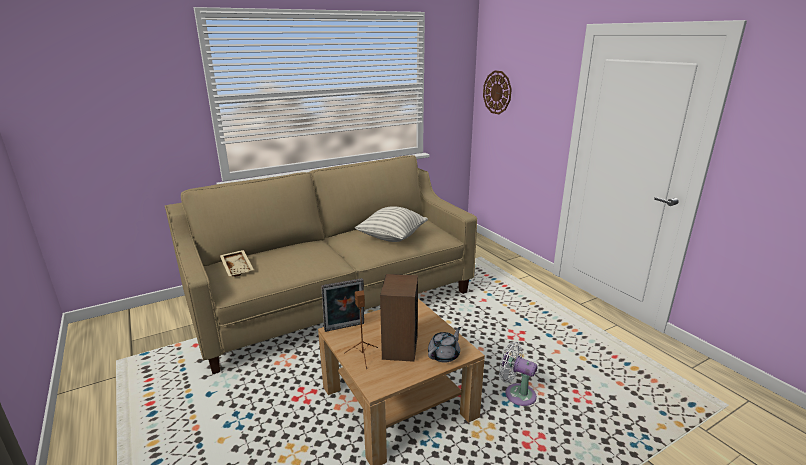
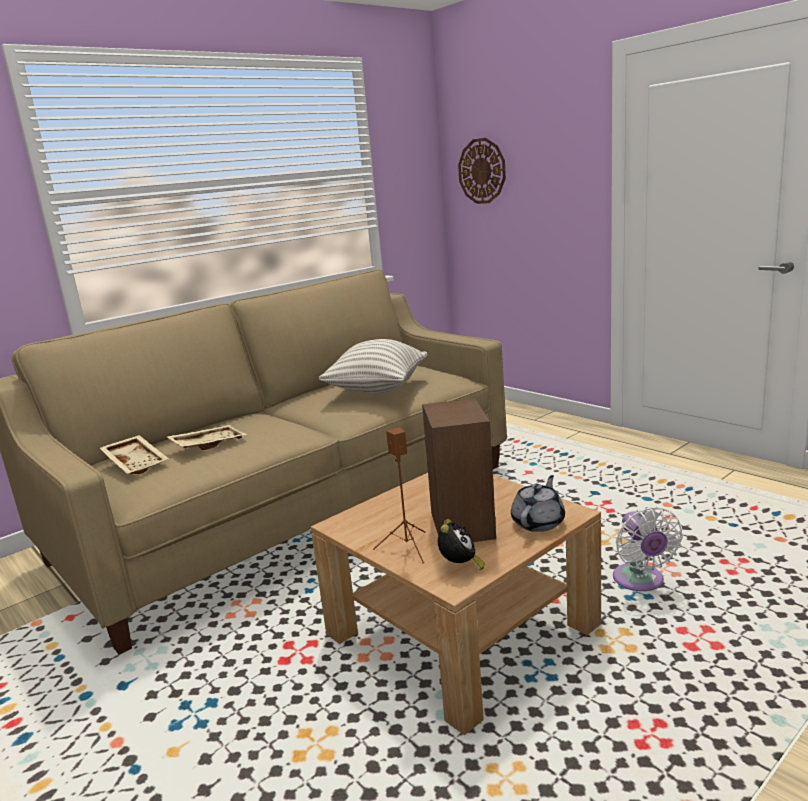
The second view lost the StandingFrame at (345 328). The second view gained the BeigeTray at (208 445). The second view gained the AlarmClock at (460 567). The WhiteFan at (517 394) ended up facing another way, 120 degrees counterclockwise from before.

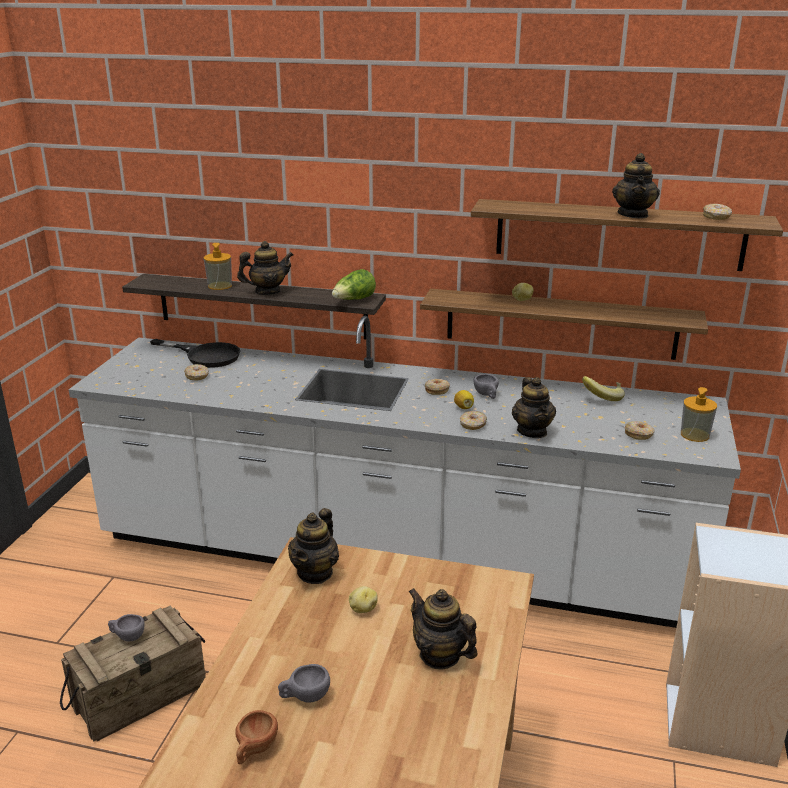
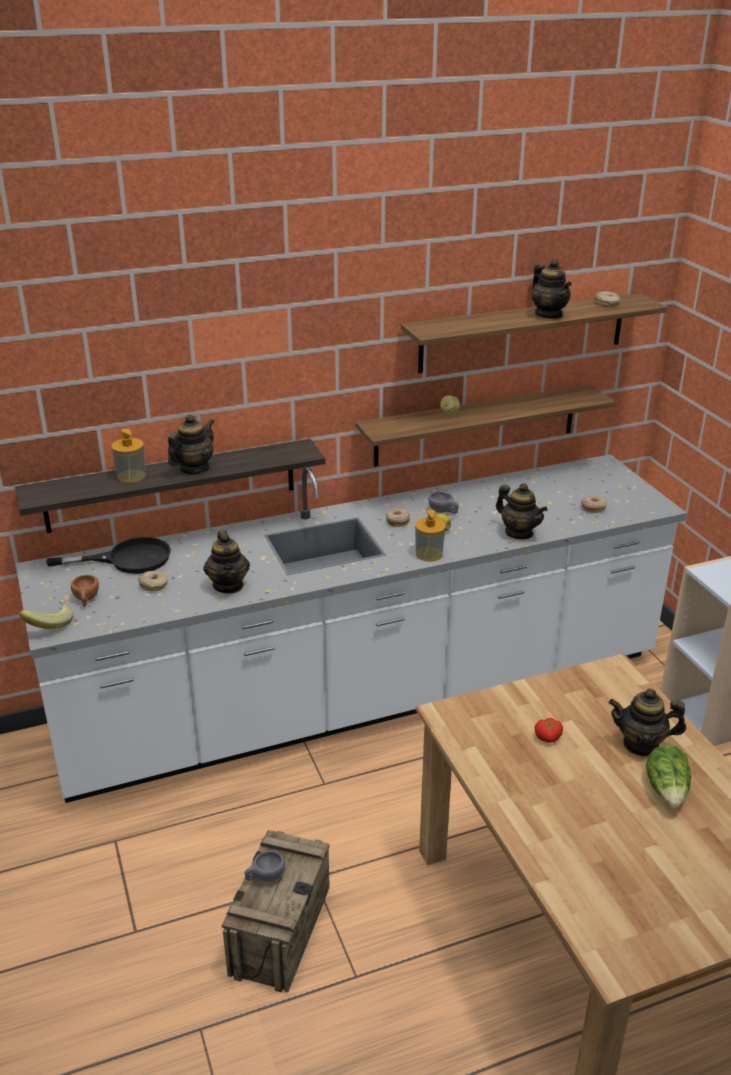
The second view lost the GrayCup at (304 697). The second view lost the RingDoughnut at (473 425). The BrownishCup ended up elsewhere, having gone from (254 750) to (86 600). The PotForTea ended up elsewhere, having gone from (315 573) to (228 585). The Lettuce ended up elsewhere, having gone from (354 300) to (667 790). The BananaFruit ended up elsewhere, having gone from (602 397) to (49 624). The SoapDispenser ended up elsewhere, having gone from (694 435) to (429 554). Where the WholePotato stood at (362 609), the Tomato came to stand at (548 737).

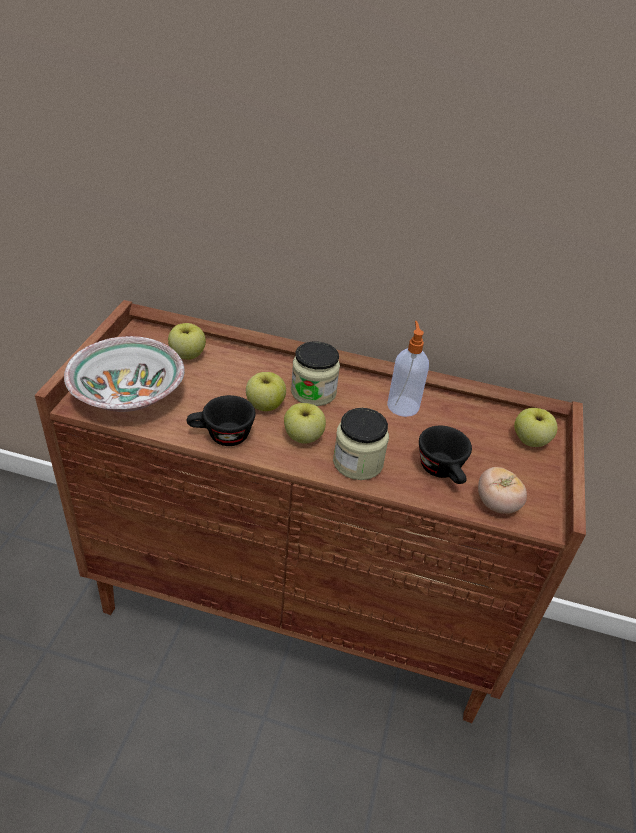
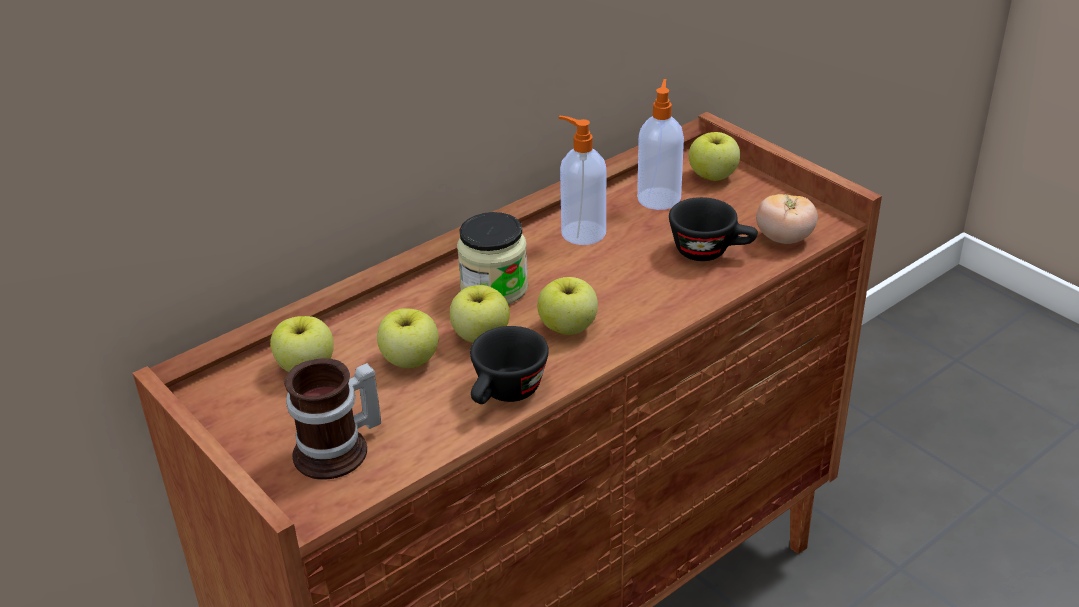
The second view lost the StorageJar at (358 462). The second view gained the WholeApple at (410 360). The second view gained the SoapDispenser at (659 198). Where the DeepDish stood at (129 395), the TeaMug came to stand at (339 452).

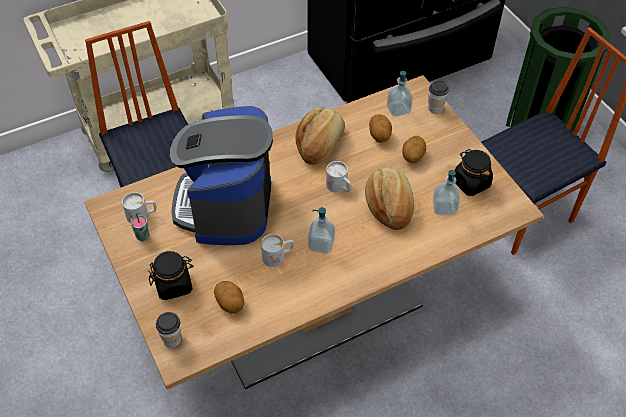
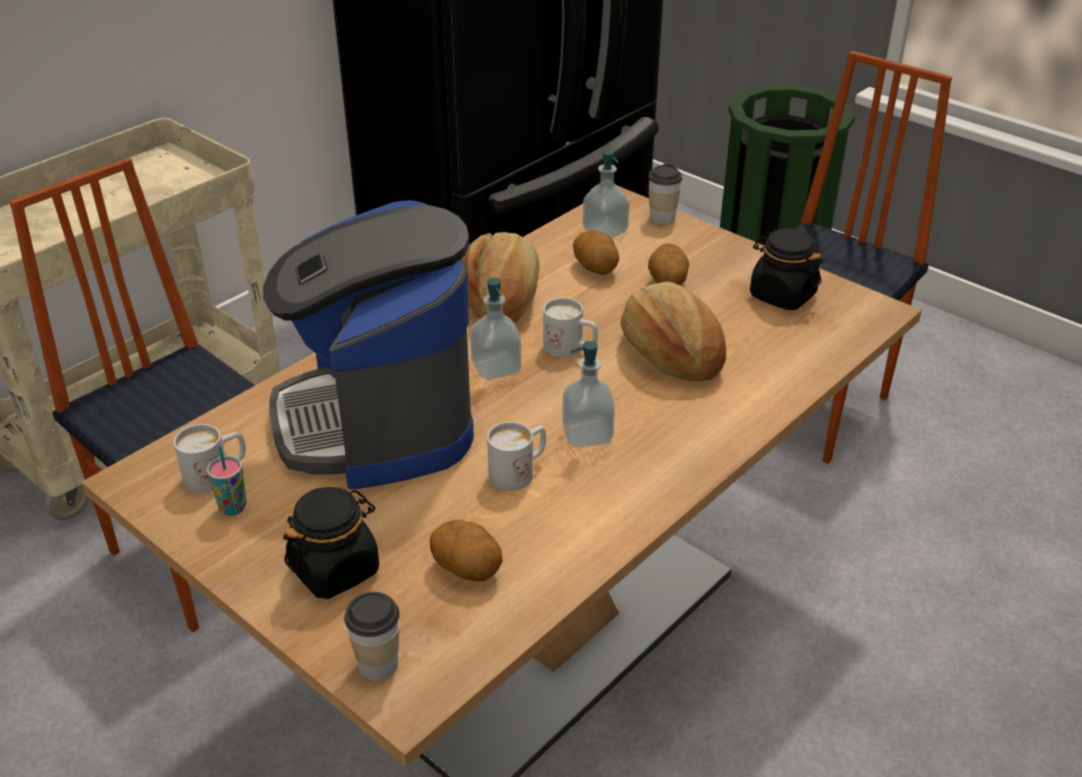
The SoapDispenser ended up elsewhere, having gone from (444 207) to (496 368).

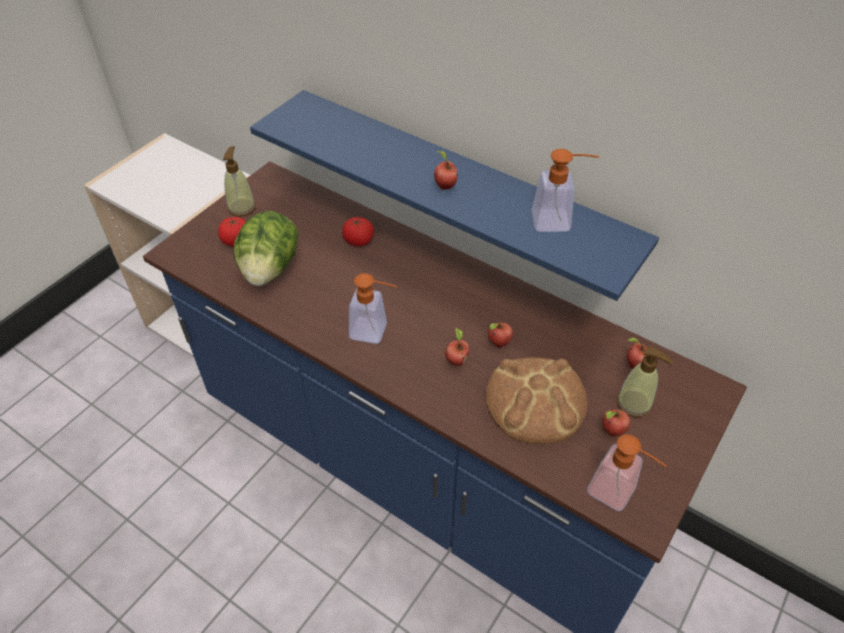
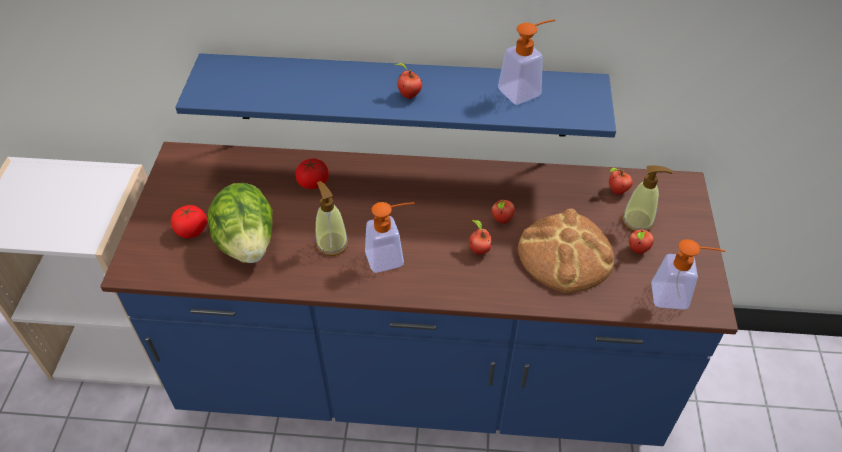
The SoapDispenser ended up elsewhere, having gone from (241 207) to (332 243).

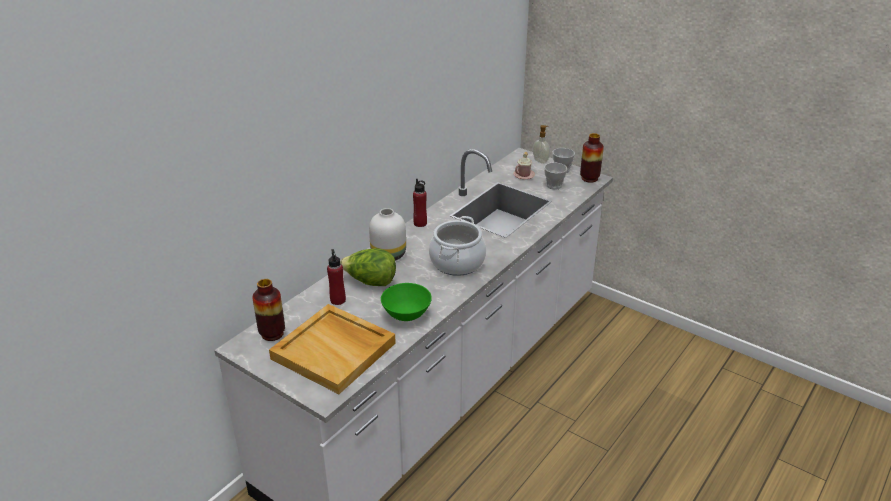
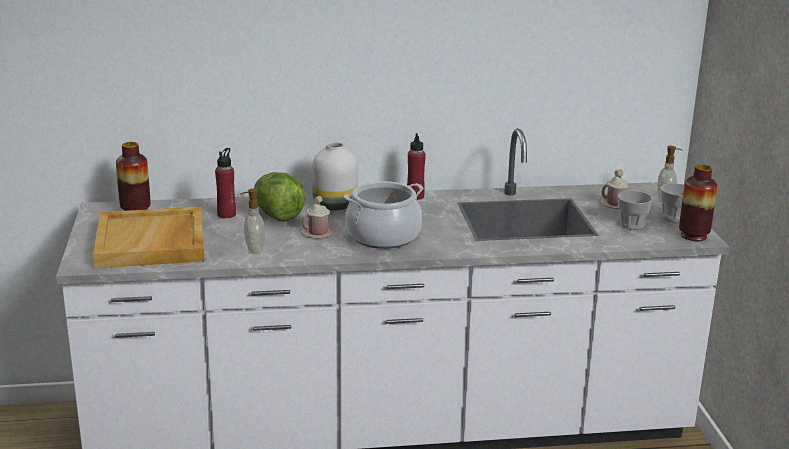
The second view gained the PinkishTeaMug at (318 233). Where the GreenColouredDeepDish stood at (407 316), the SoapDispenser came to stand at (254 250).

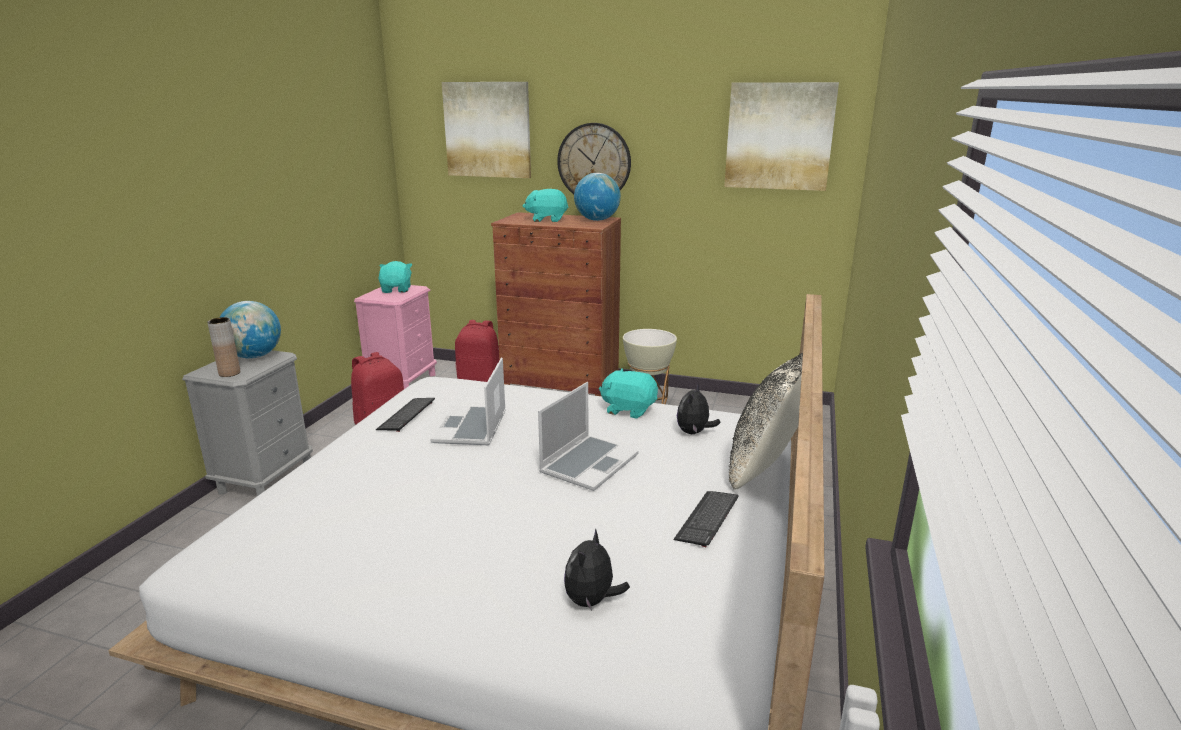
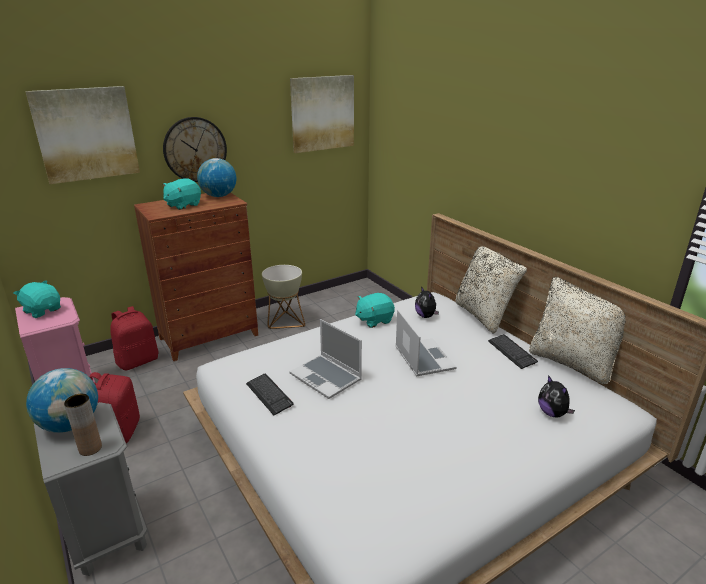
The second view gained the BeigePillow at (571 365).

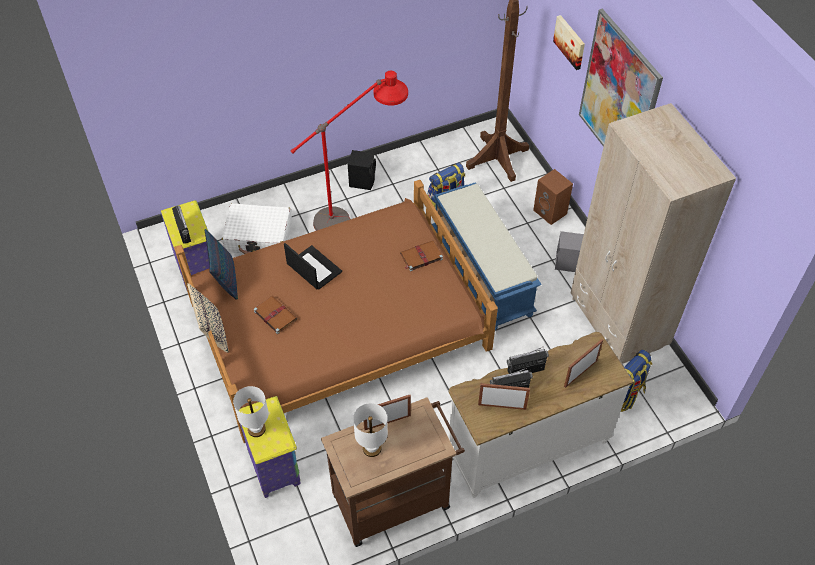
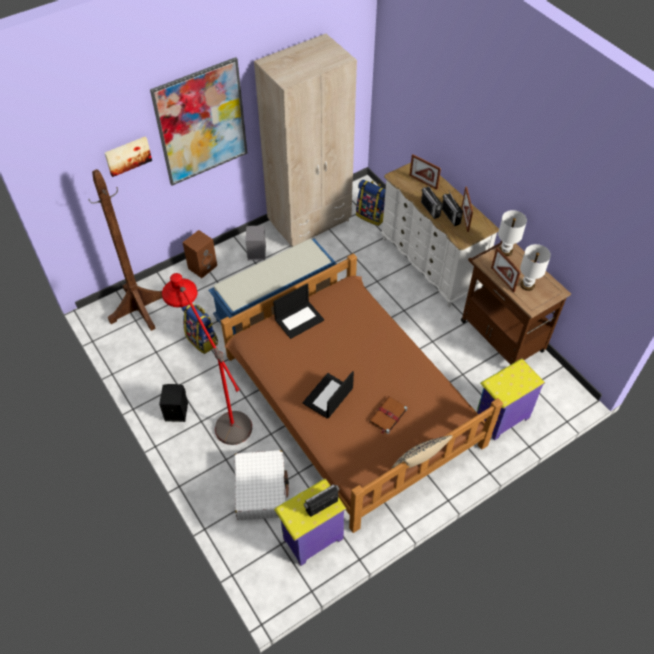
The second view lost the BlueColouredPillow at (225 279). The WhiteLampForATable ended up elsewhere, having gone from (256 429) to (506 251). Where the BrownishBoundBook stood at (420 257), the Laptop came to stand at (299 319).

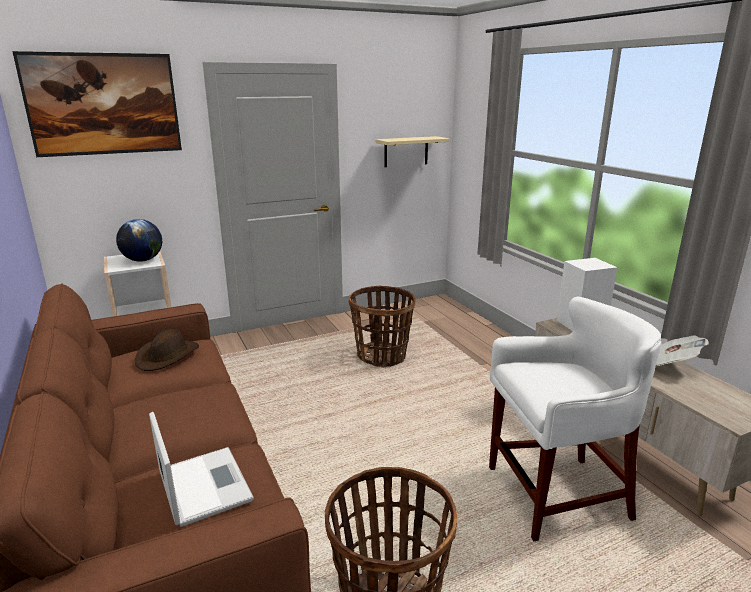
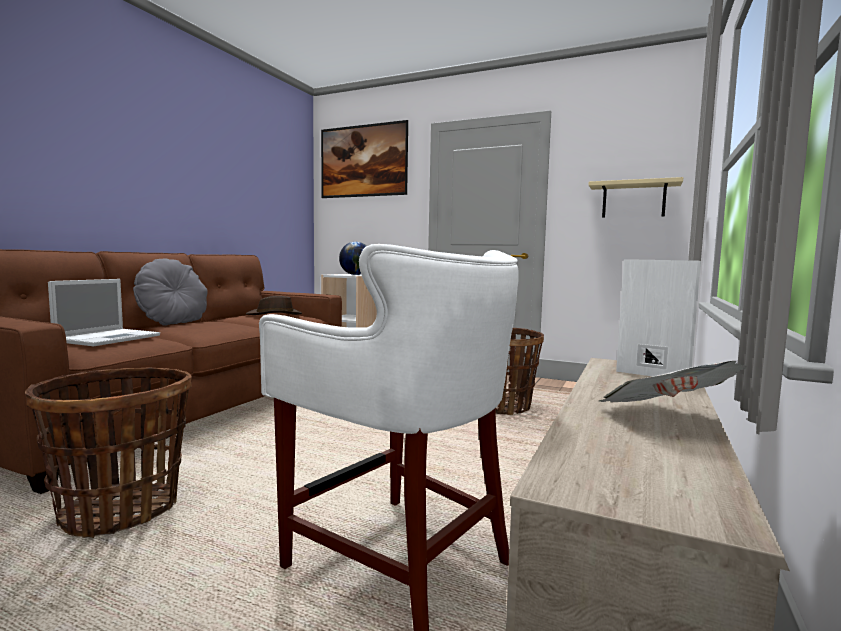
The second view gained the GrayPillow at (173 323).

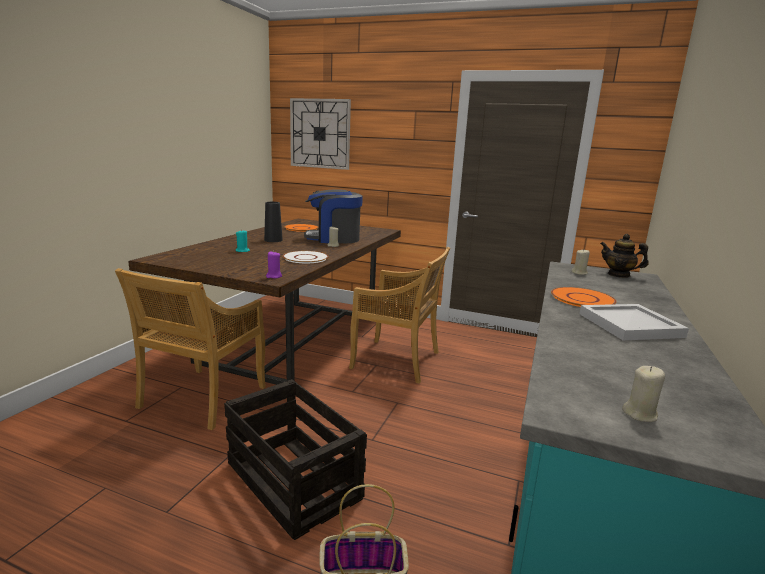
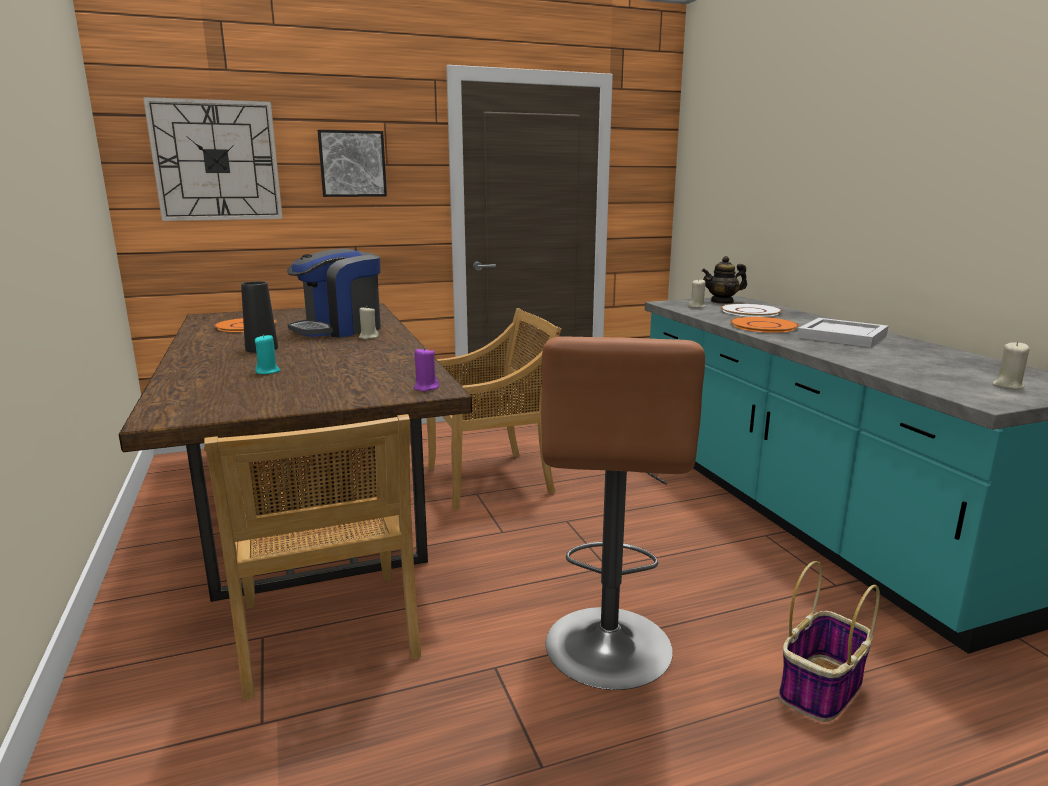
The second view gained the Picture at (352 164). The WhitePlate ended up elsewhere, having gone from (306 258) to (751 311). Where the PackingCrate stood at (292 480), the BrownishStoolSeat came to stand at (607 647).

